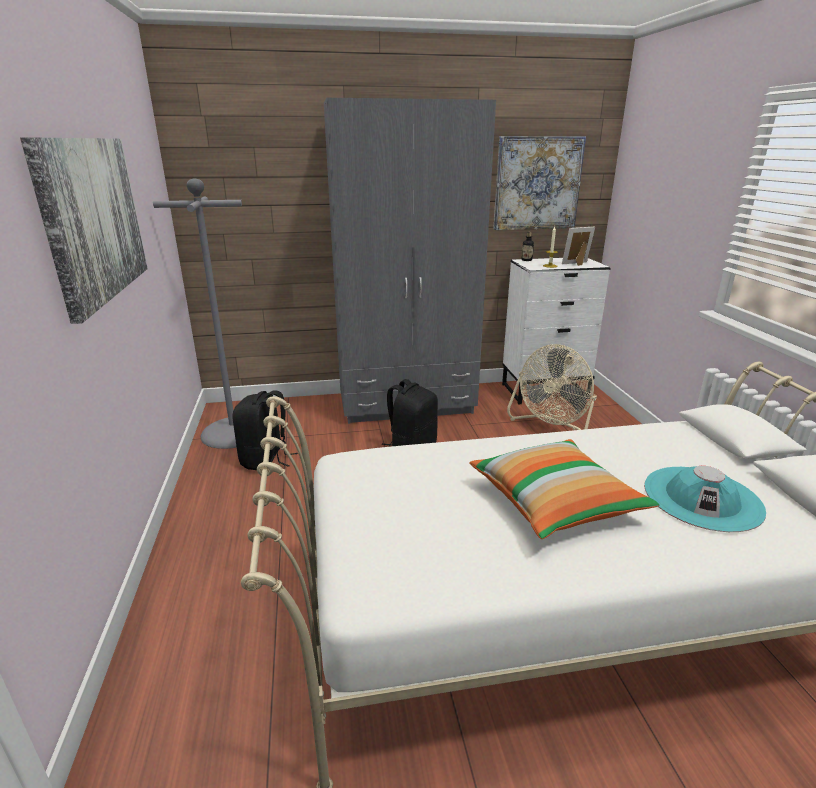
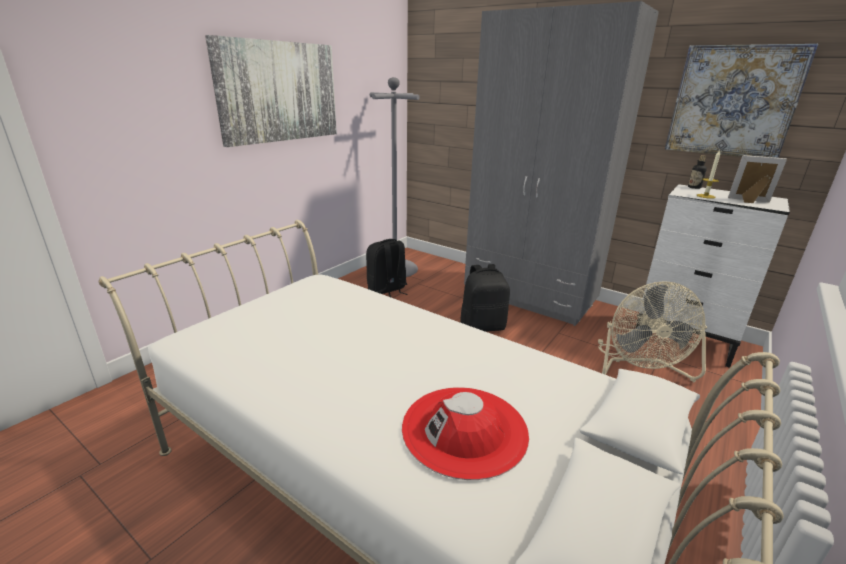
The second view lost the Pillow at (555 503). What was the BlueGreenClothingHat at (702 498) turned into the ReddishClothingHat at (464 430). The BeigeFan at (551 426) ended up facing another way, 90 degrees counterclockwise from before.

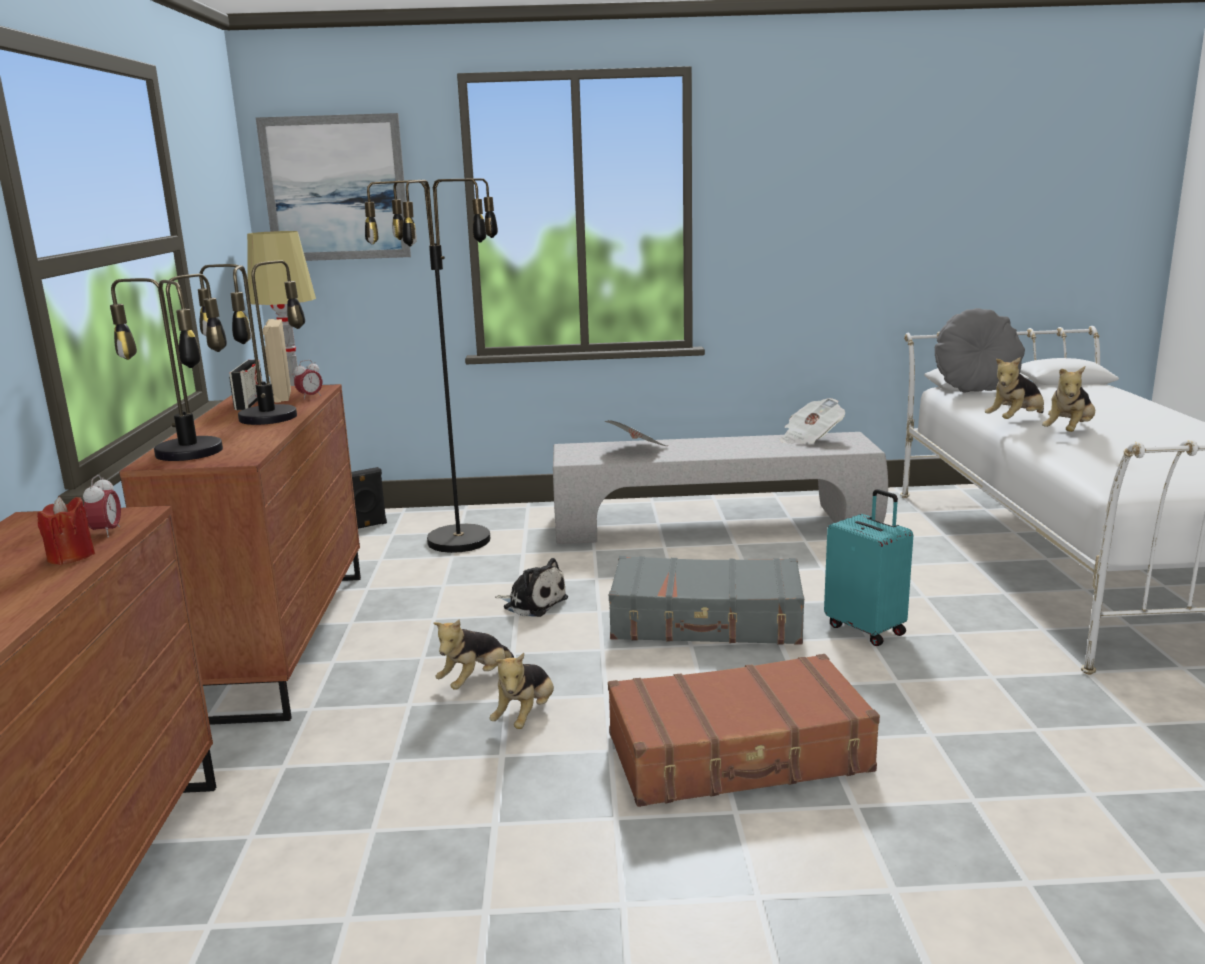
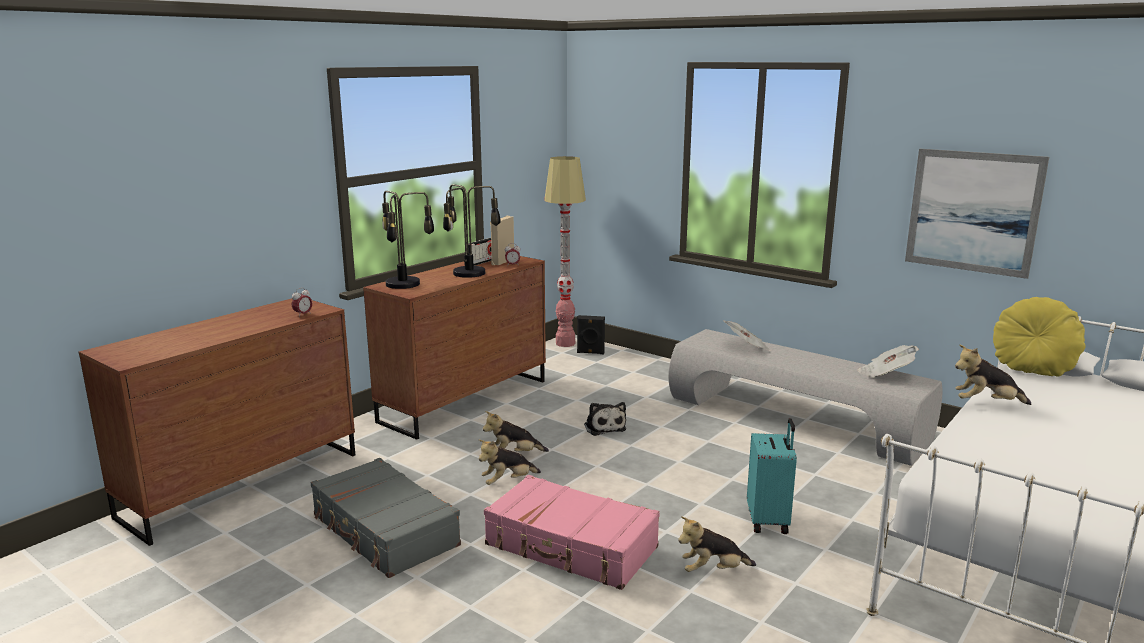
The second view lost the ReddishWaxCandle at (71 557). The second view lost the StandingLamp at (458 541). The Picture ended up elsewhere, having gone from (335 188) to (973 212). The GrayTravelCase ended up elsewhere, having gone from (706 621) to (384 531). The CuddlyToy ended up elsewhere, having gone from (1068 432) to (713 570). What was the BrownishTravelCase at (739 754) turned into the PinkishTravelCase at (571 547). What was the GrayPillow at (975 390) turned into the YellowishPillow at (1032 371).

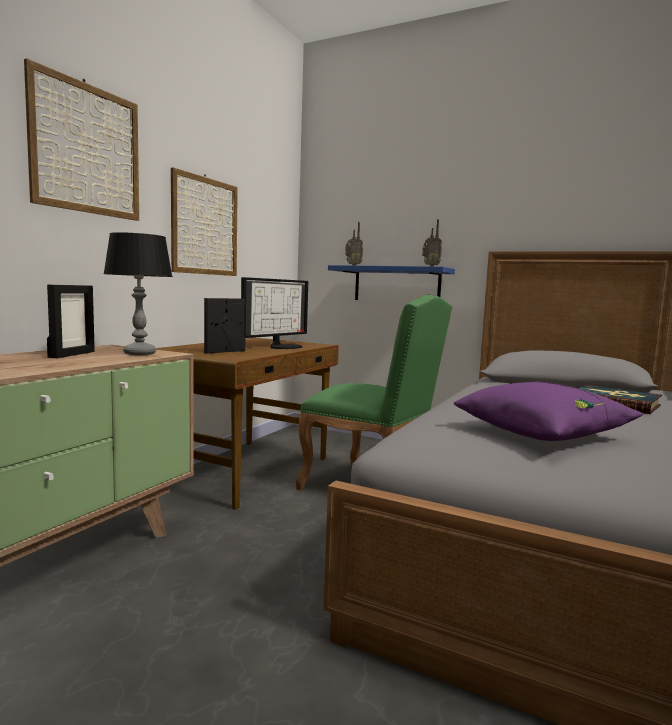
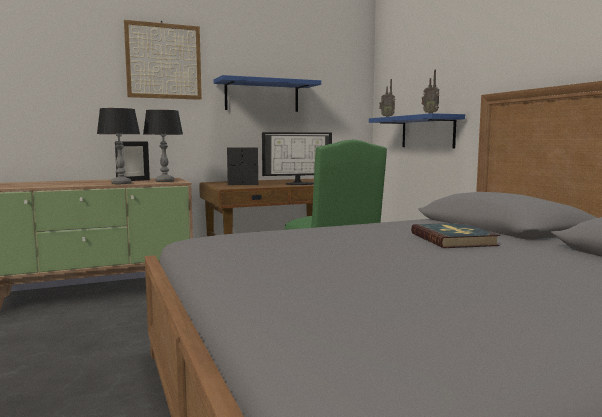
The second view lost the PurplePillow at (541 433). The second view gained the LampForATable at (121 183). Where the Picture hung at (205 224), the BlueColouredShelf came to hang at (262 96).

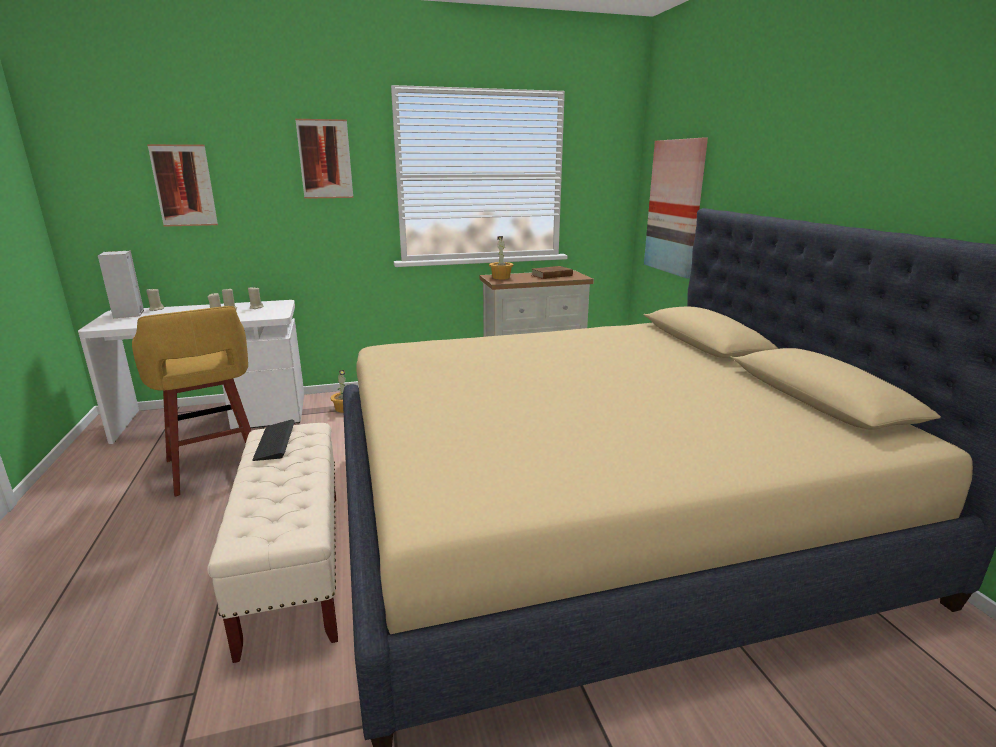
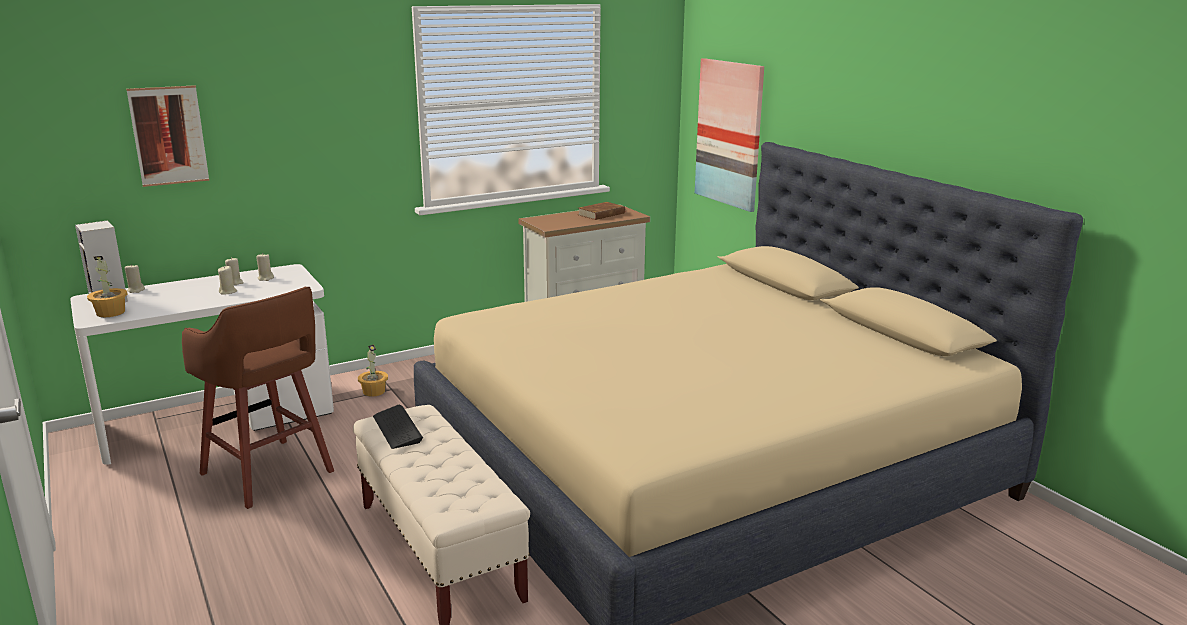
The second view lost the Picture at (325 159). The Houseplant ended up elsewhere, having gone from (501 277) to (110 313). What was the YellowishStoolSeat at (215 468) turned into the BrownishStoolSeat at (269 474).

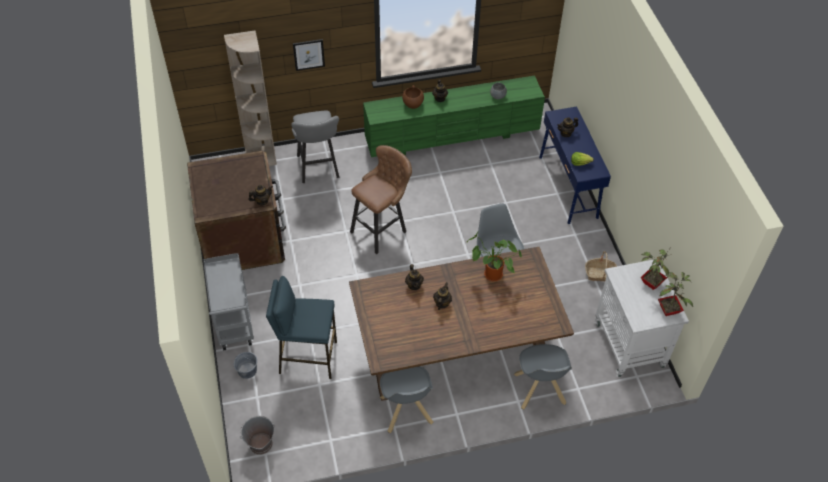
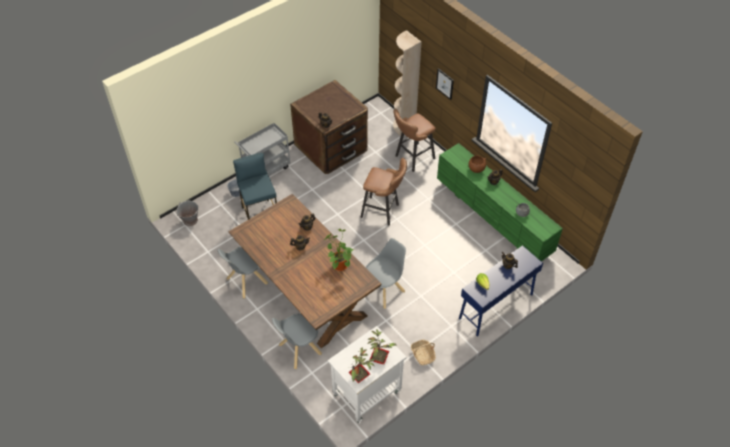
What was the GrayStoolSeat at (318 171) turned into the BrownishStoolSeat at (411 159).

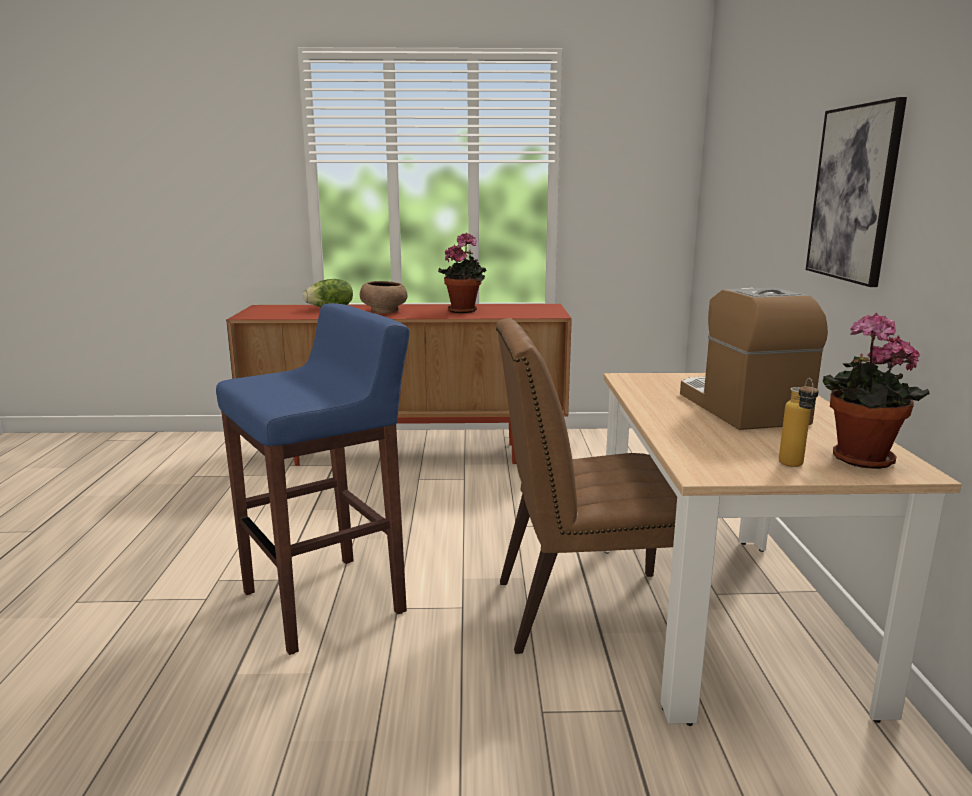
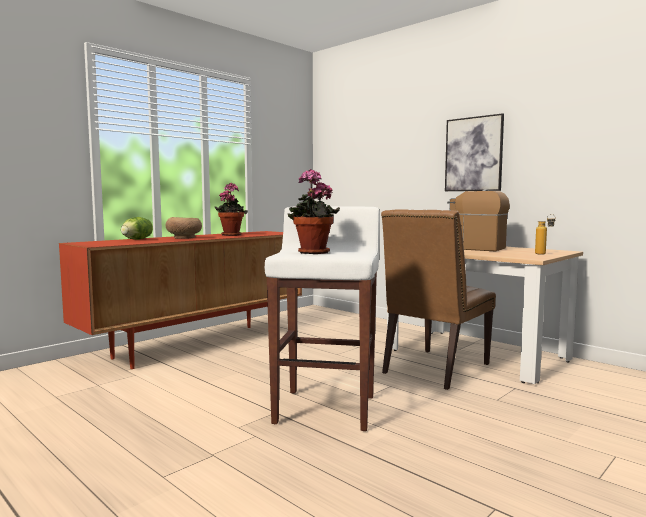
The Houseplant ended up elsewhere, having gone from (858 460) to (312 253). What was the BlueColouredStoolSeat at (326 601) turned into the WhiteStoolSeat at (326 409).

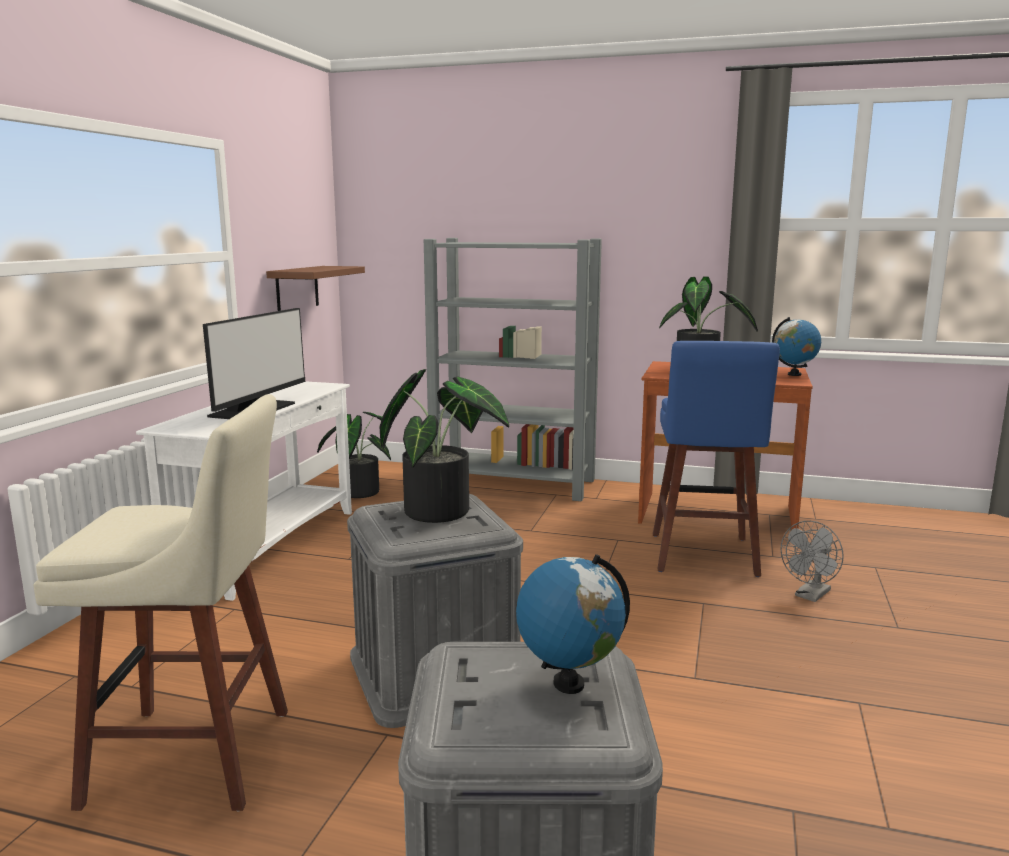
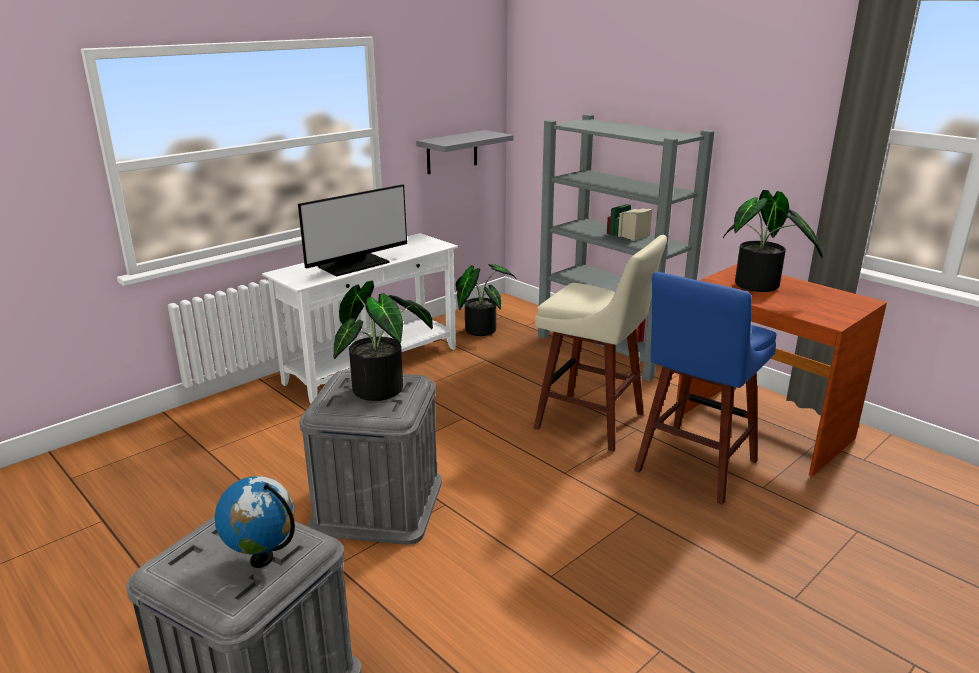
The second view lost the DeskGlobe at (794 374). The second view lost the GrayFan at (810 596). The BeigeStoolSeat ended up elsewhere, having gone from (195 758) to (592 423). What was the BrownishShelf at (297 288) turned into the GrayShelf at (452 152).

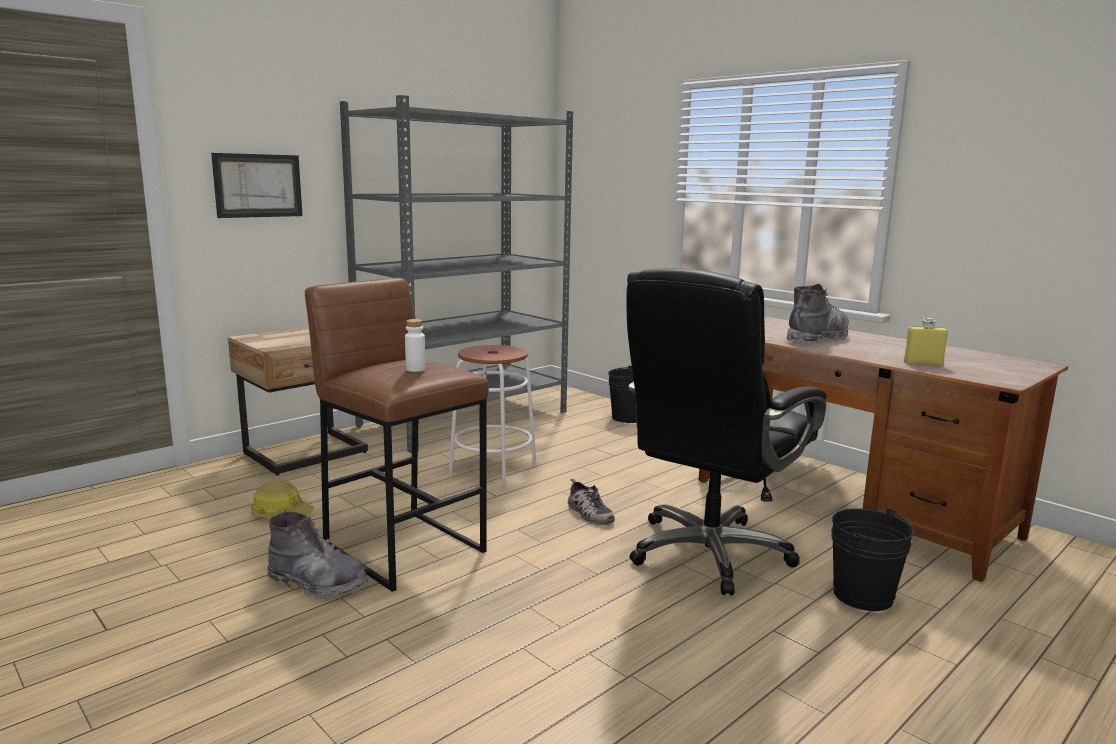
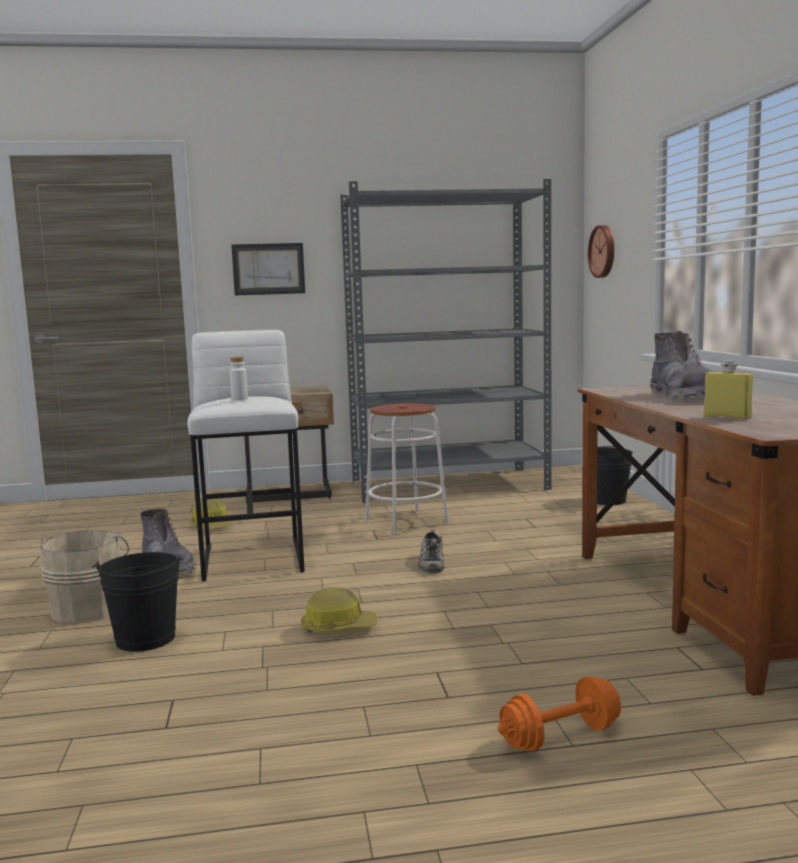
The second view lost the BlackOfficeChair at (711 550). The second view gained the BeigePail at (89 608). The second view gained the HardHat at (338 628). The second view gained the OrangeDumbbell at (560 737). The second view gained the ClockOnTheWall at (603 251). The BlackPail ended up elsewhere, having gone from (862 595) to (145 639). What was the BrownishStoolSeat at (403 547) turned into the WhiteStoolSeat at (253 558). The GrayBoot at (818 338) ended up facing another way, 90 degrees clockwise from before.

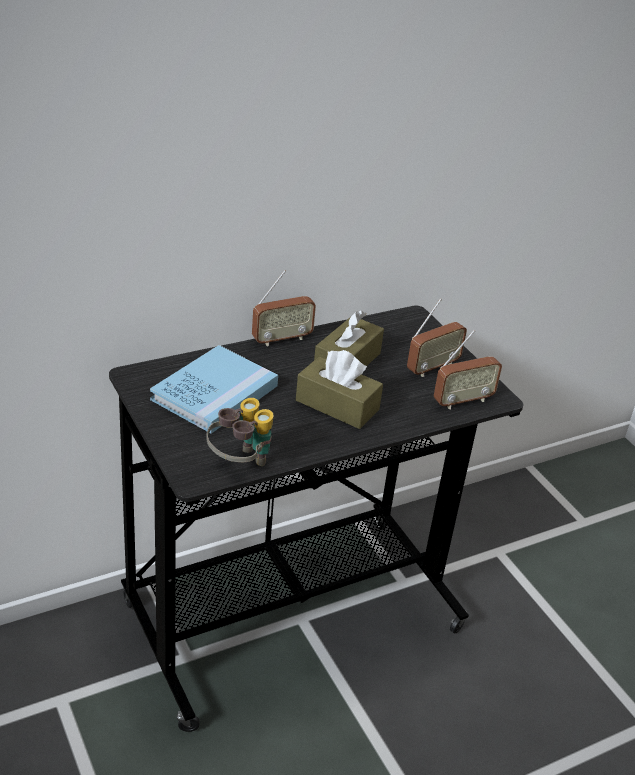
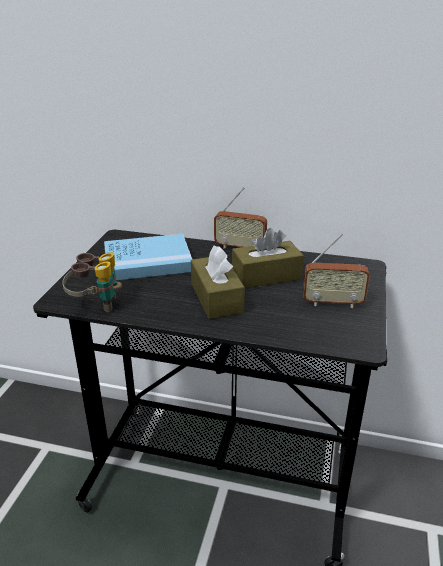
The second view lost the RadioReceiver at (462 401).

